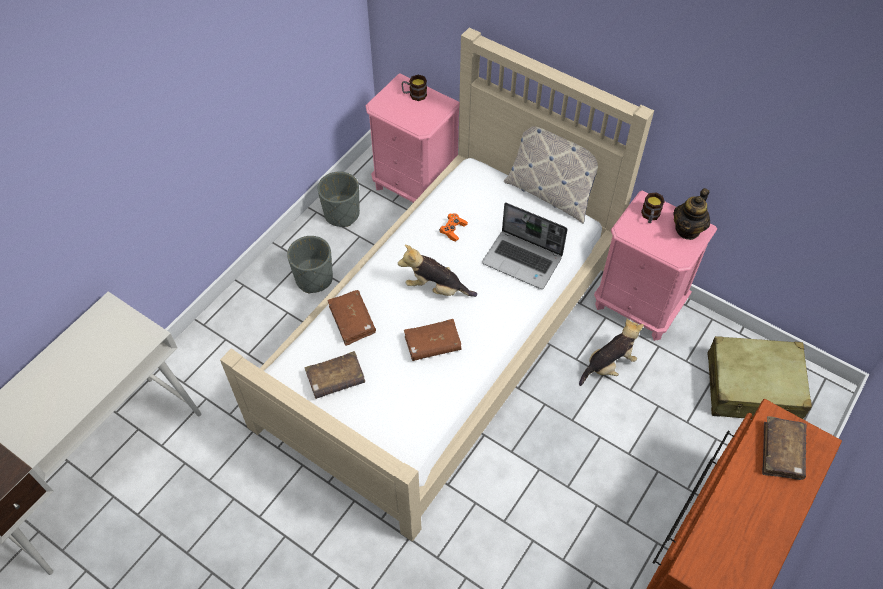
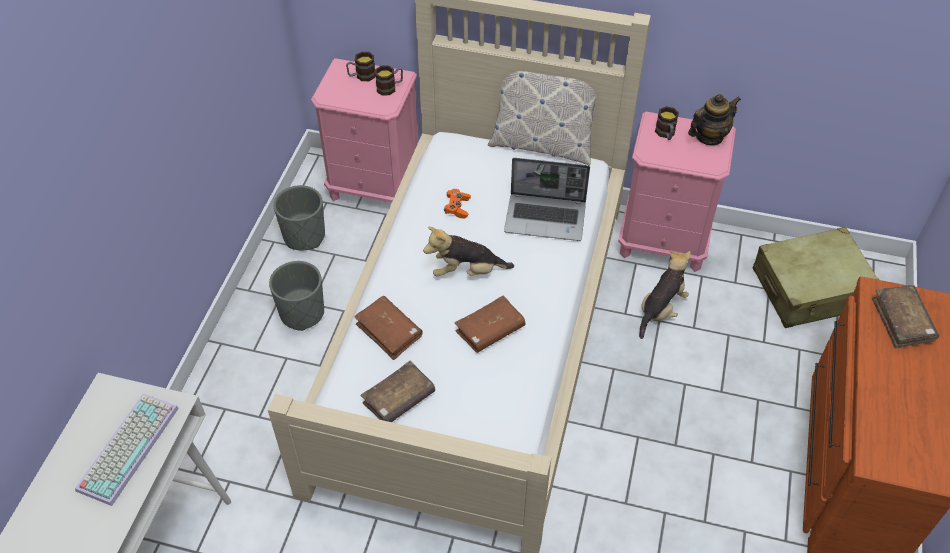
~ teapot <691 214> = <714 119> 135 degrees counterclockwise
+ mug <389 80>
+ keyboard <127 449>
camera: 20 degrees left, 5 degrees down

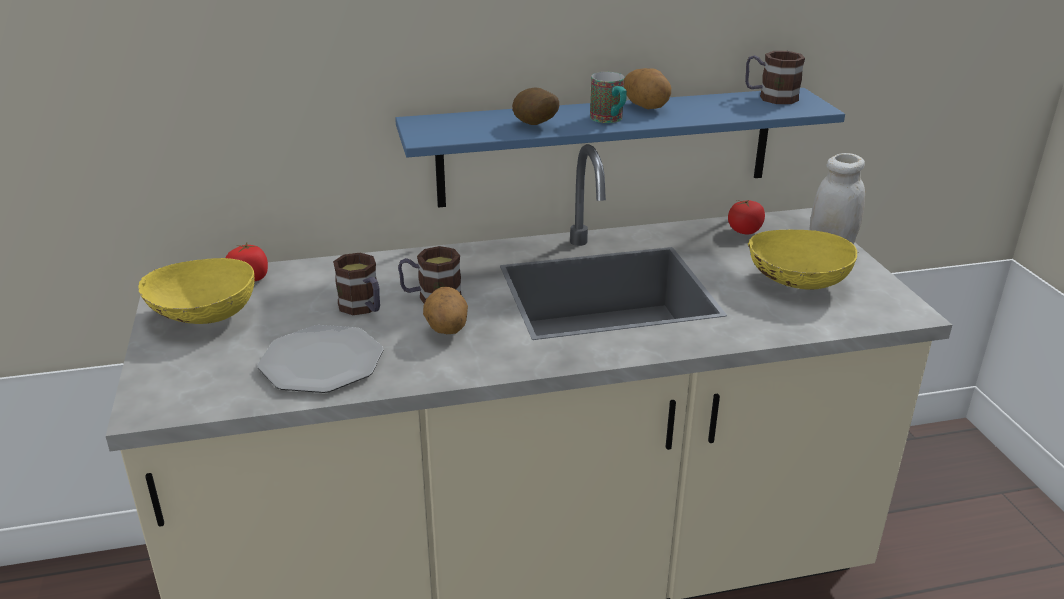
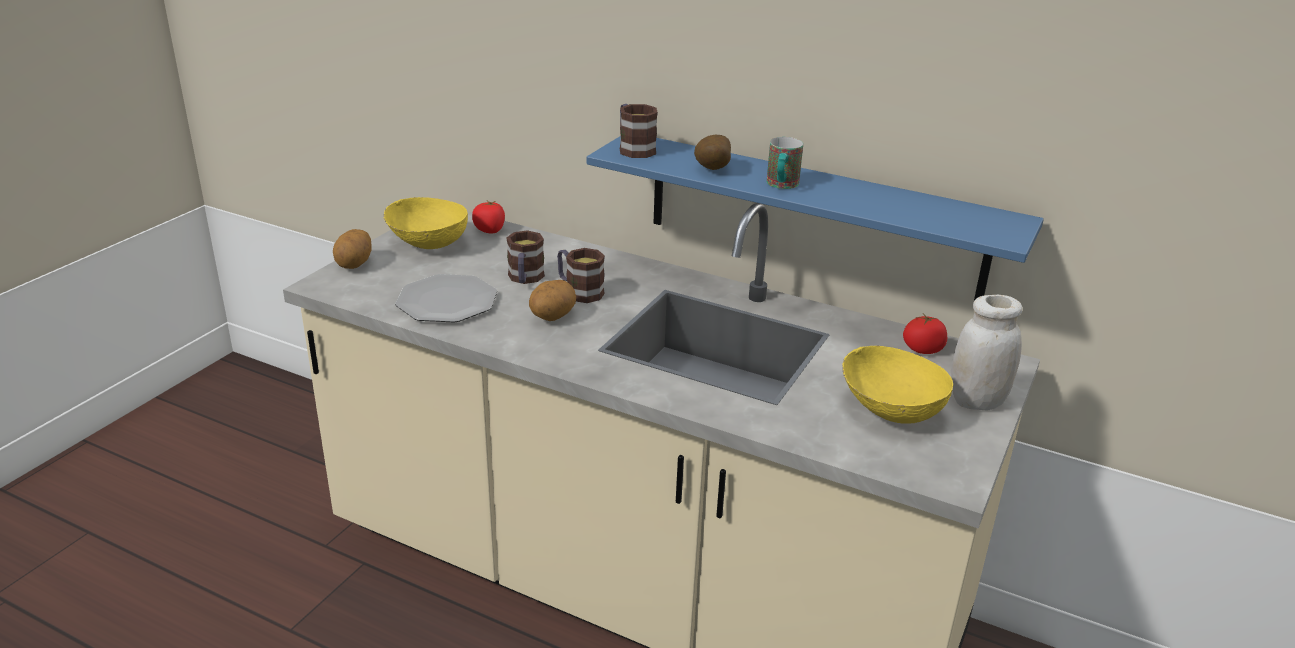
~ mug <775 77> to <639 131>
~ potato <647 88> to <352 249>
camera: 40 degrees right, 0 degrees up

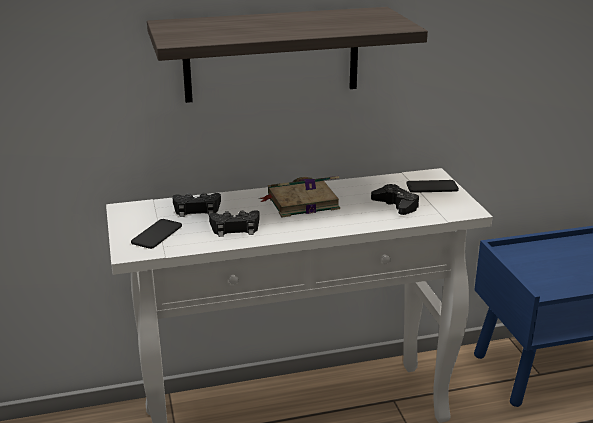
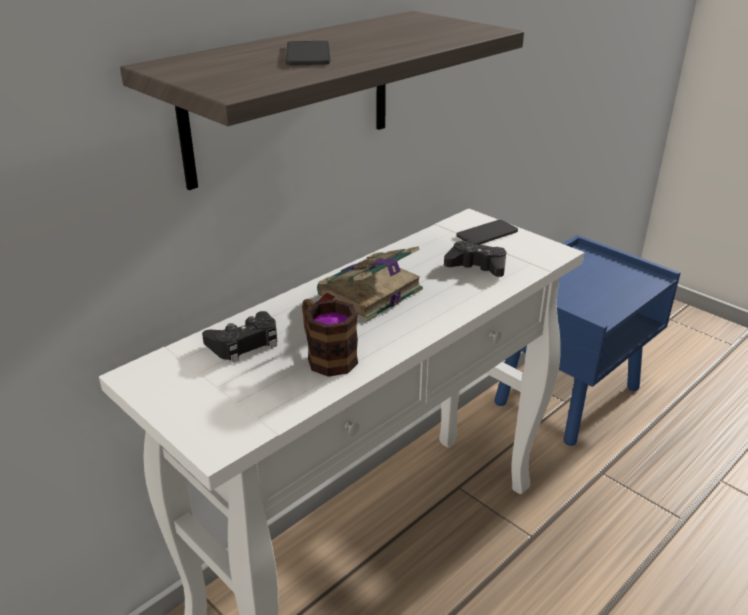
~ game controller (black) <234 223> to mug <330 338>
~ phone <156 234> to <308 53>
camera: 30 degrees left, 5 degrees up

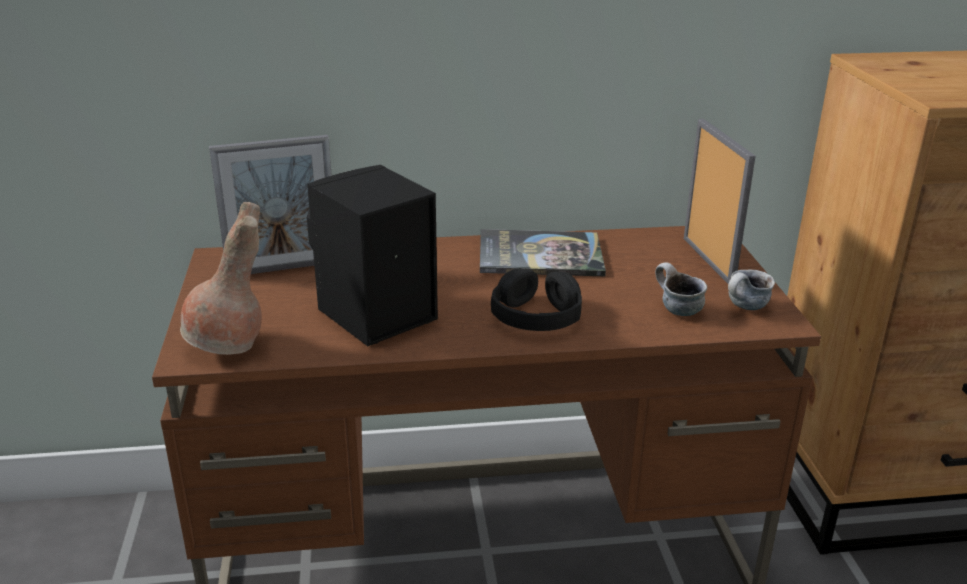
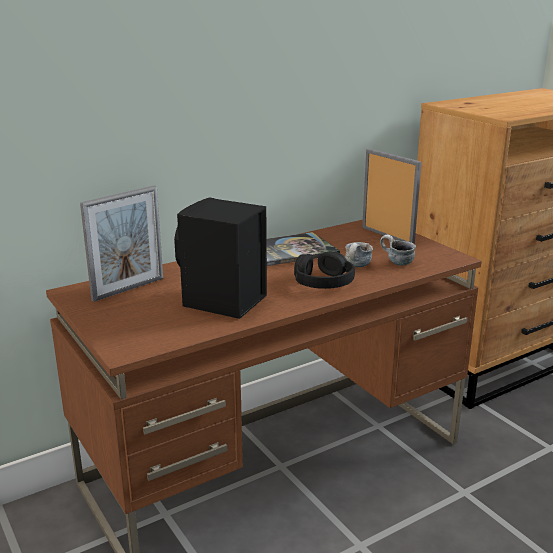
- vase (brown) <221 278>
~ mug <751 289> to <359 254>
camera: 25 degrees left, 5 degrees down

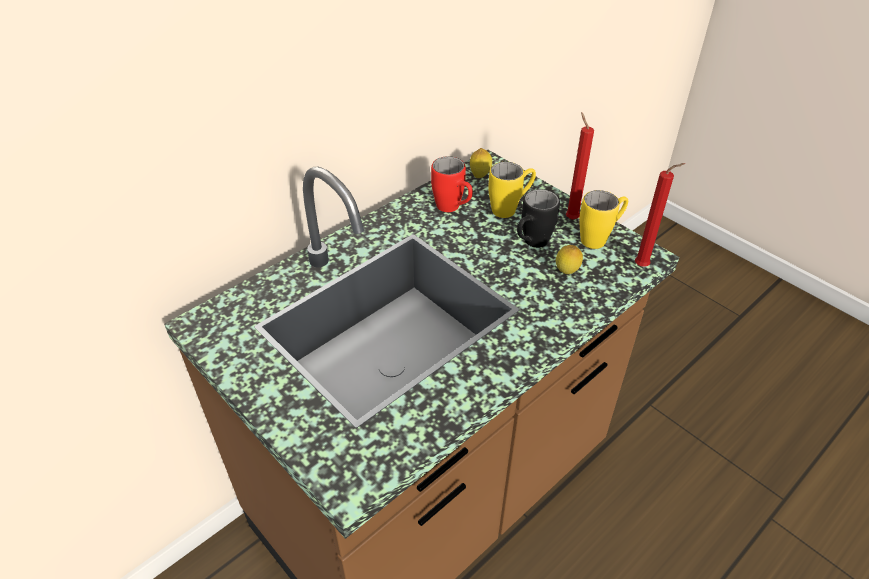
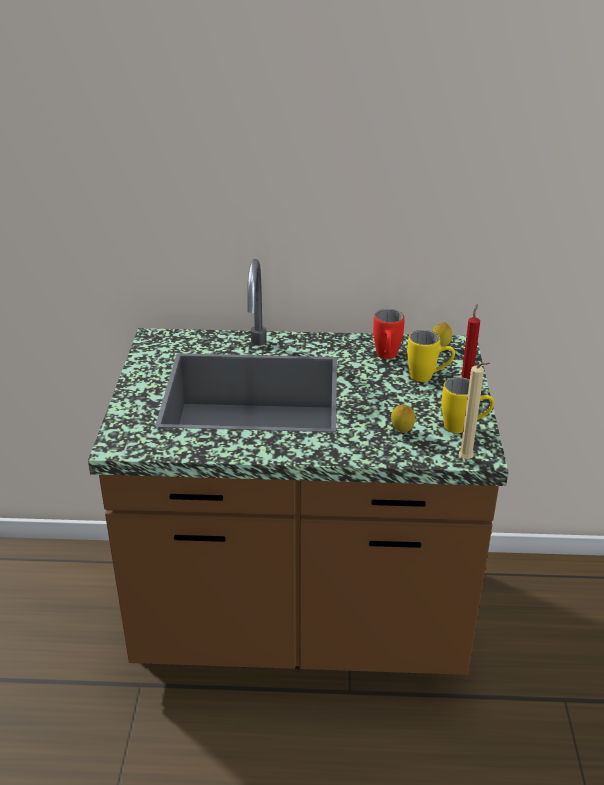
~ candle (red) <660 215> to candle (beige) <474 411>
- mug (black) <538 218>
camera: 45 degrees right, 10 degrees down

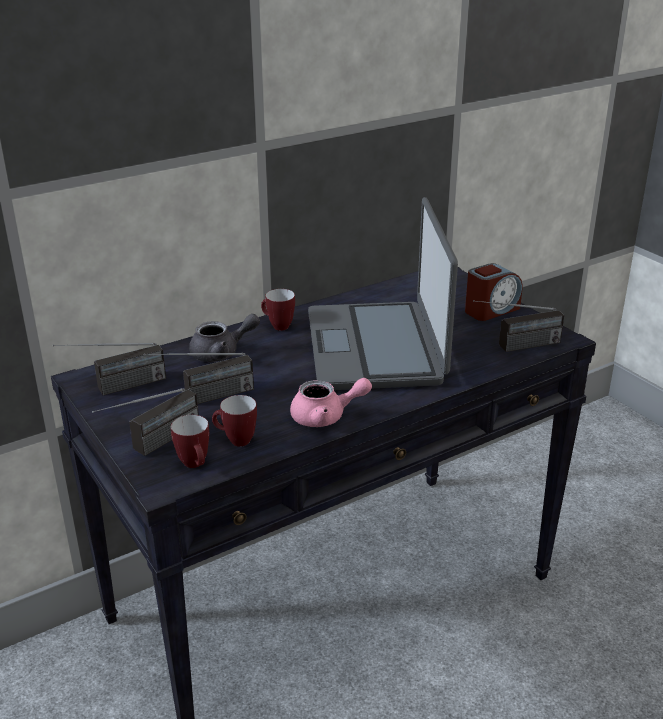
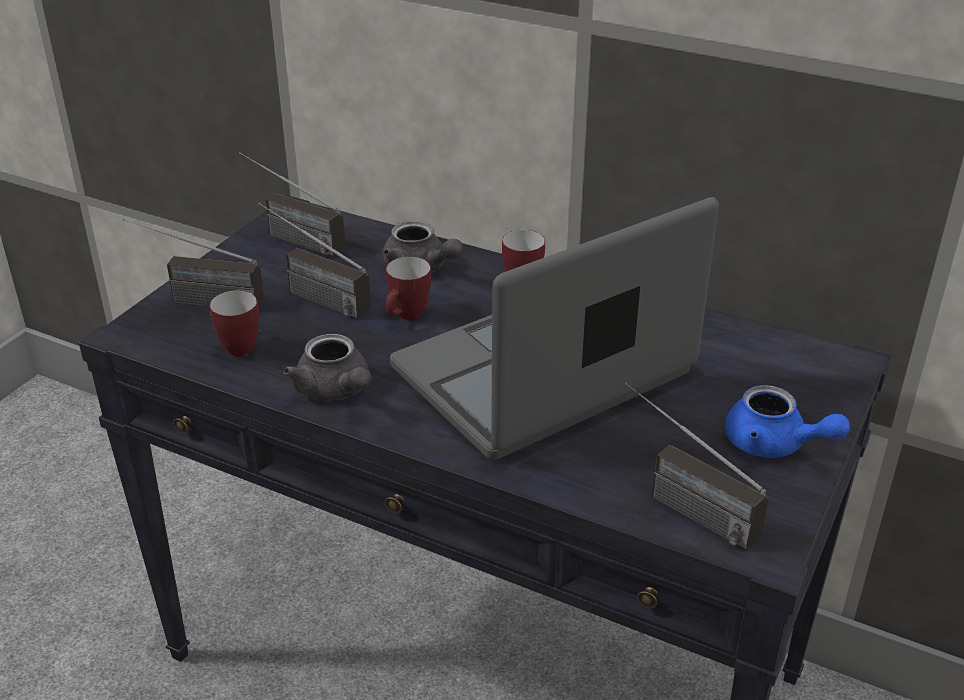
~ alarm clock <493 292> to teapot (blue) <787 421>
~ teapot (pink) <331 402> to teapot (grey) <328 367>
~ mug <190 441> to <408 288>
camera: 60 degrees right, 5 degrees up

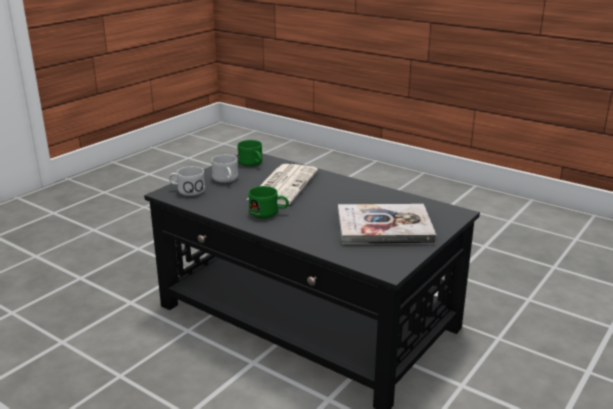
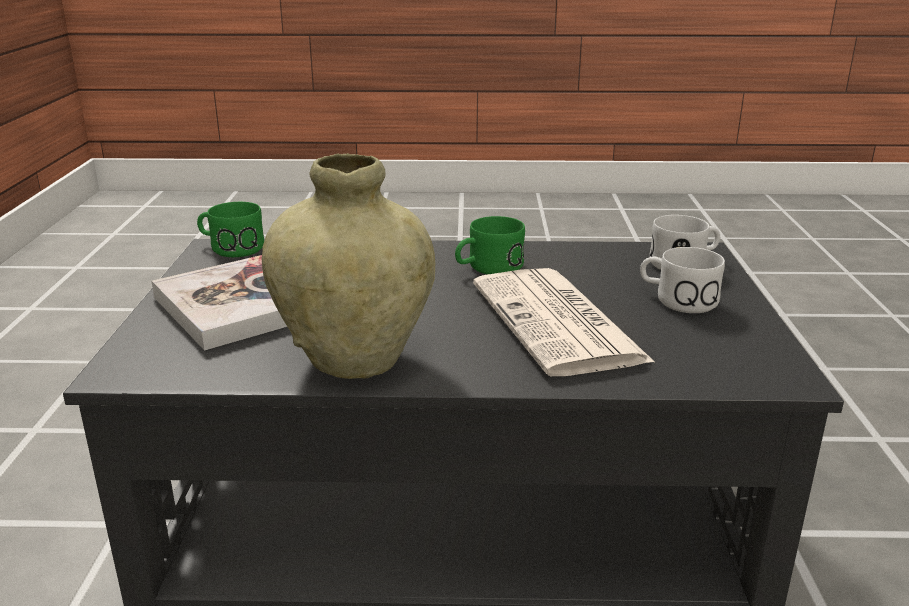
~ mug (green) <249 153> to <230 229>
+ vase (beige) <348 266>
camera: 145 degrees right, 0 degrees up

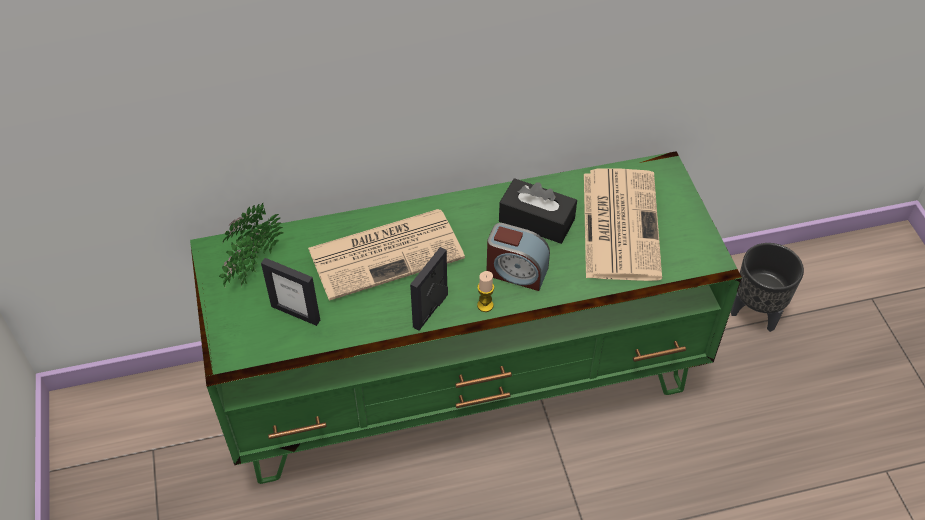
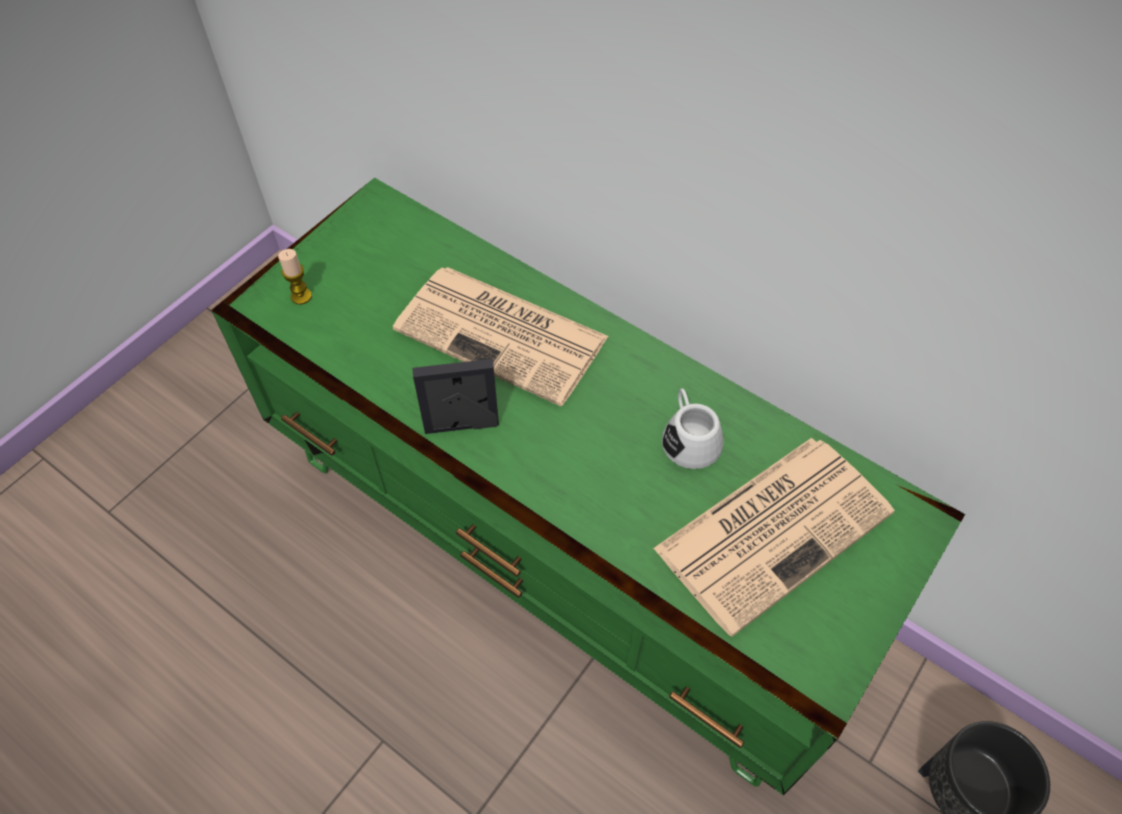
~ tissue box (black) <538 211> to mug (white) <692 428>
- potted plant <251 245>
- alarm clock <518 257>
- picture frame <290 292>
~ candle <485 291> to <295 277>
camera: 50 degrees right, 5 degrees up

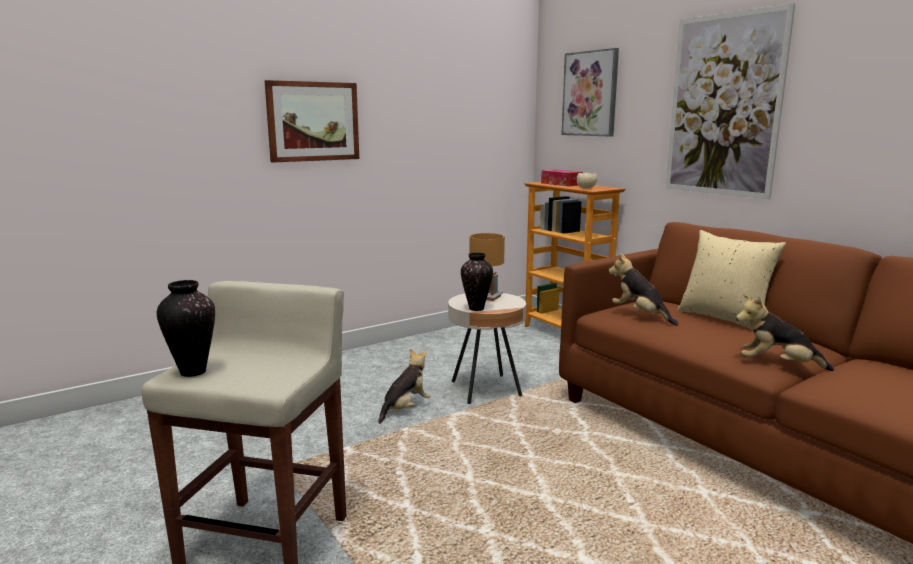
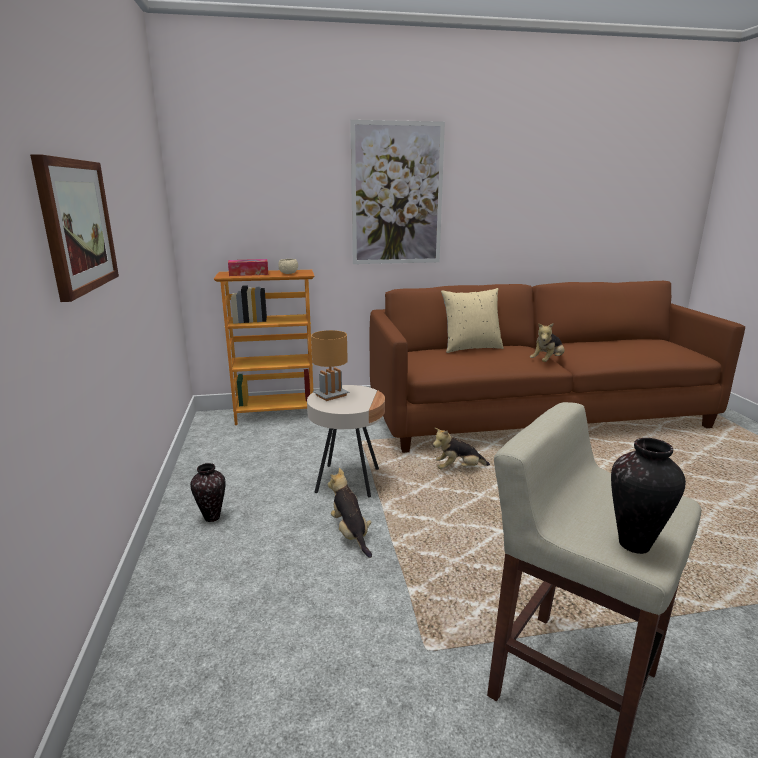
- picture <590 92>
~ vase <477 281> to <208 492>
~ plush toy <644 289> to <461 448>
camera: 65 degrees left, 5 degrees up

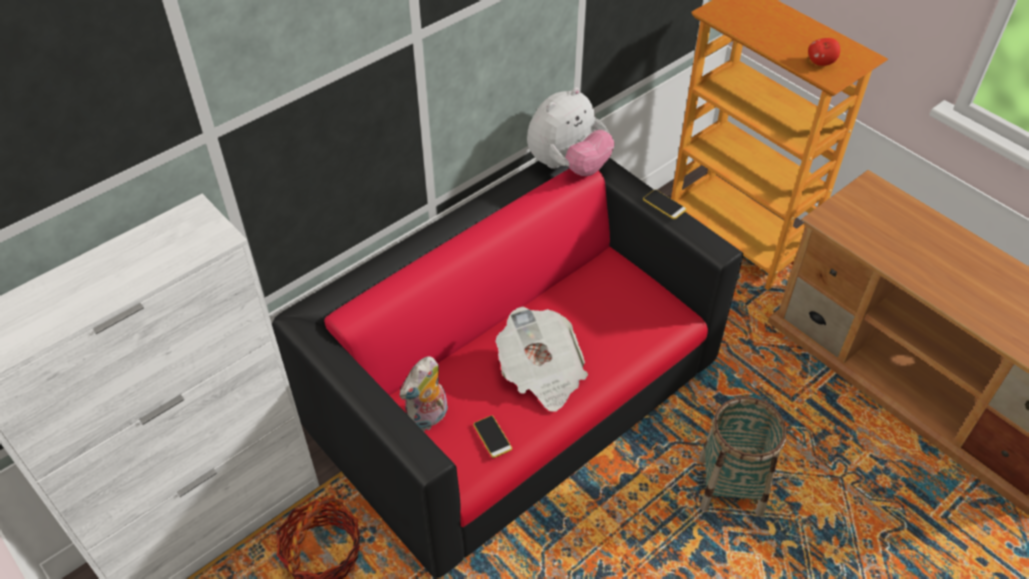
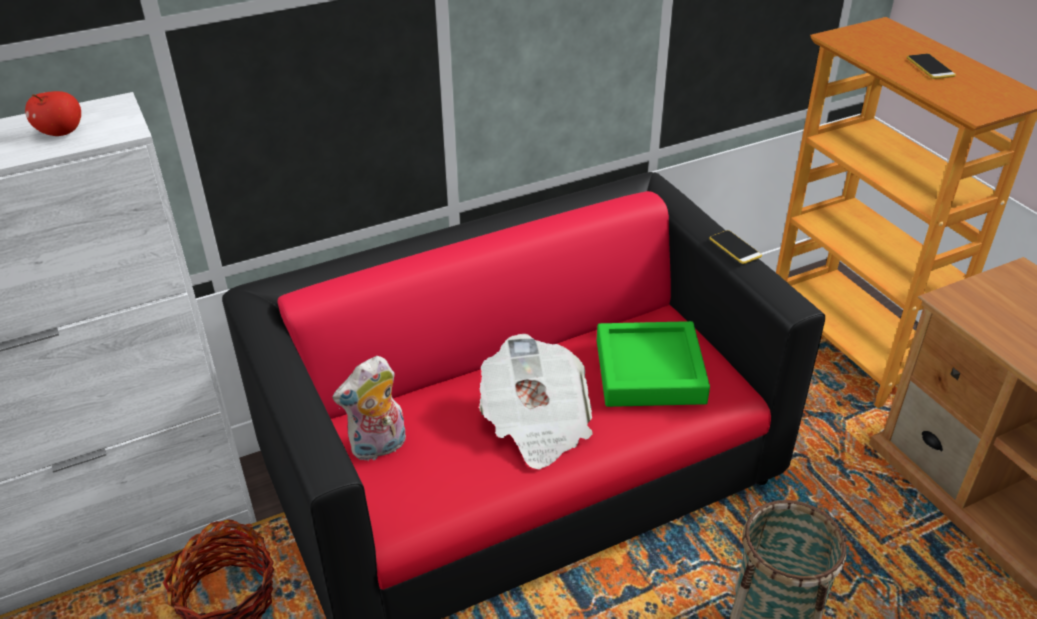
~ apple <824 52> to <53 113>
- plush toy <571 131>
~ phone <492 437> to <931 66>
+ tray (green) <653 364>
camera: 15 degrees right, 10 degrees down

